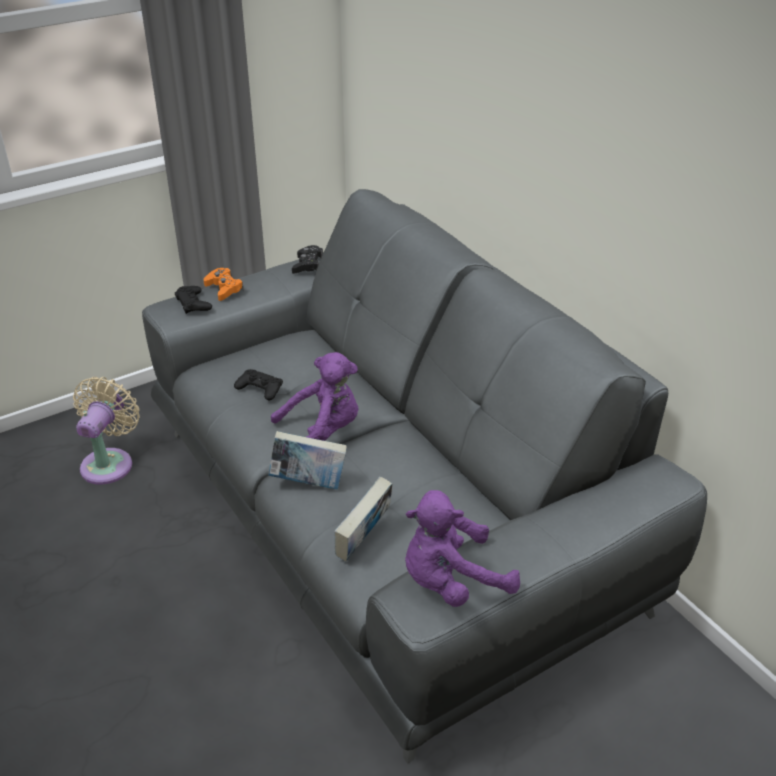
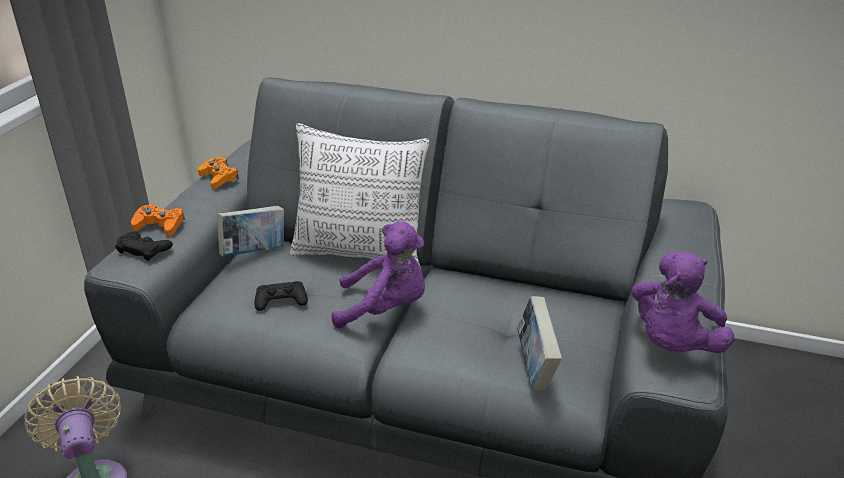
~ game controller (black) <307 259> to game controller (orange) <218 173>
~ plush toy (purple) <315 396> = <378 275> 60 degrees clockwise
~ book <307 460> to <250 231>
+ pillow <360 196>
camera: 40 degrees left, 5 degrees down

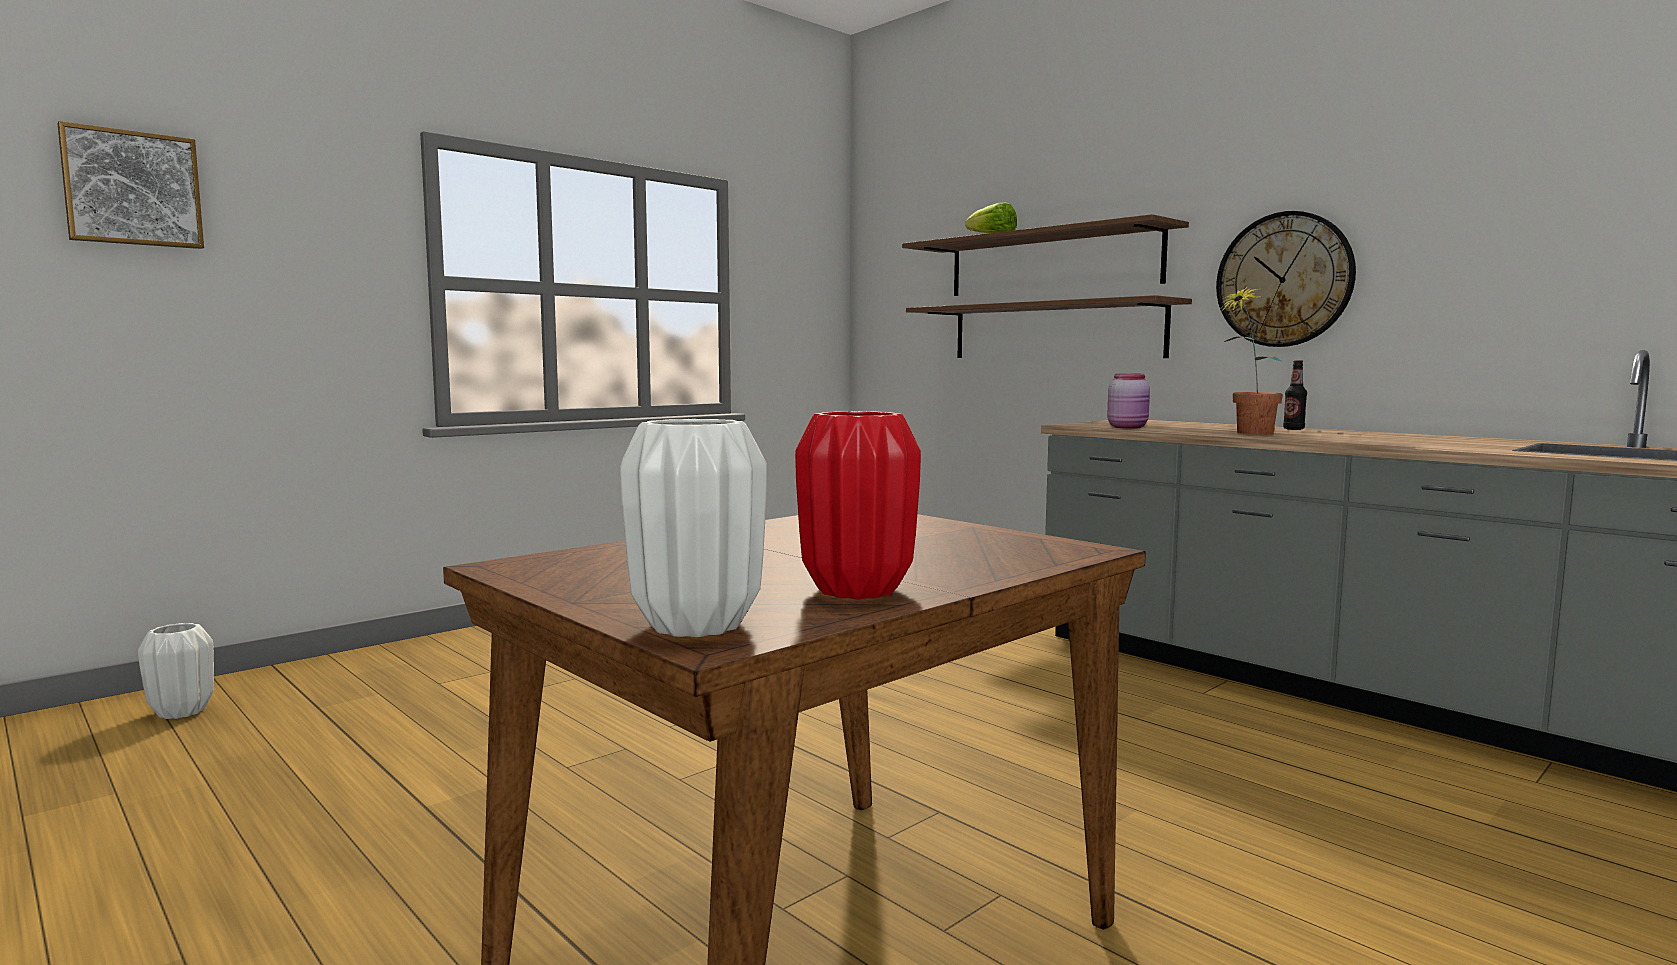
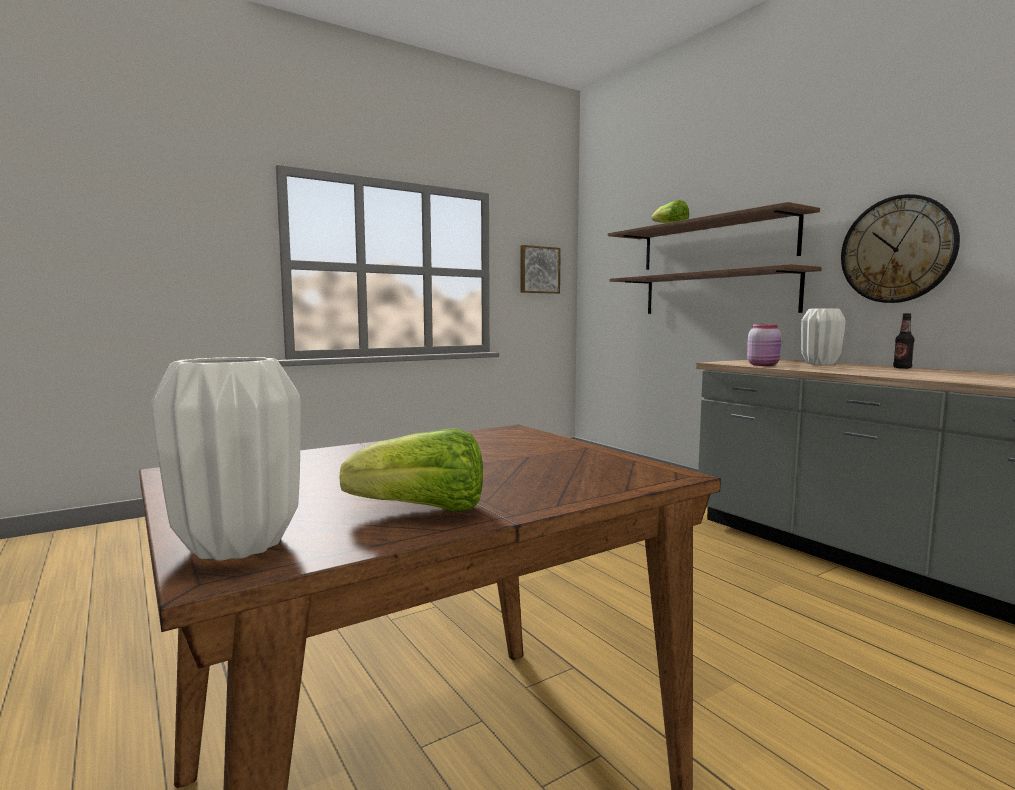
~ picture <131 185> to <540 269>
- potted plant <1252 360>
~ vase (red) <858 505> to lettuce <411 470>
~ vase (white) <176 671> to <823 336>
camera: 10 degrees right, 0 degrees up

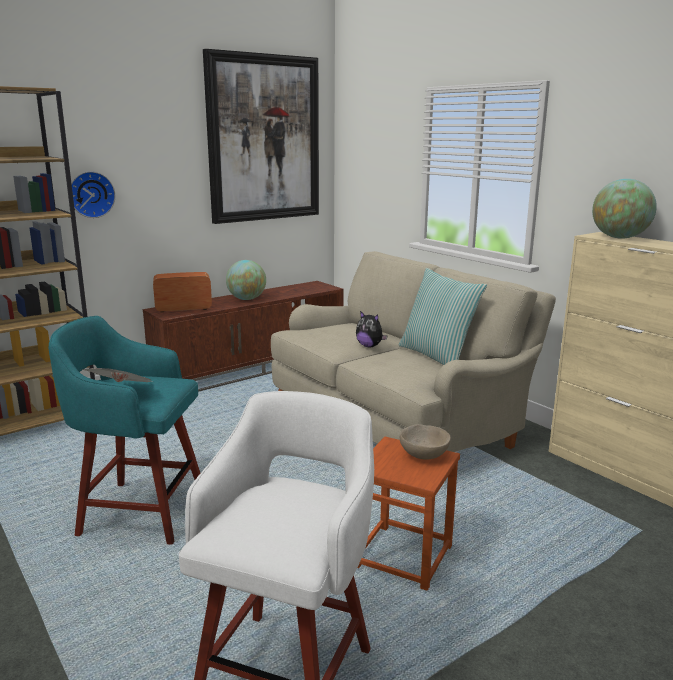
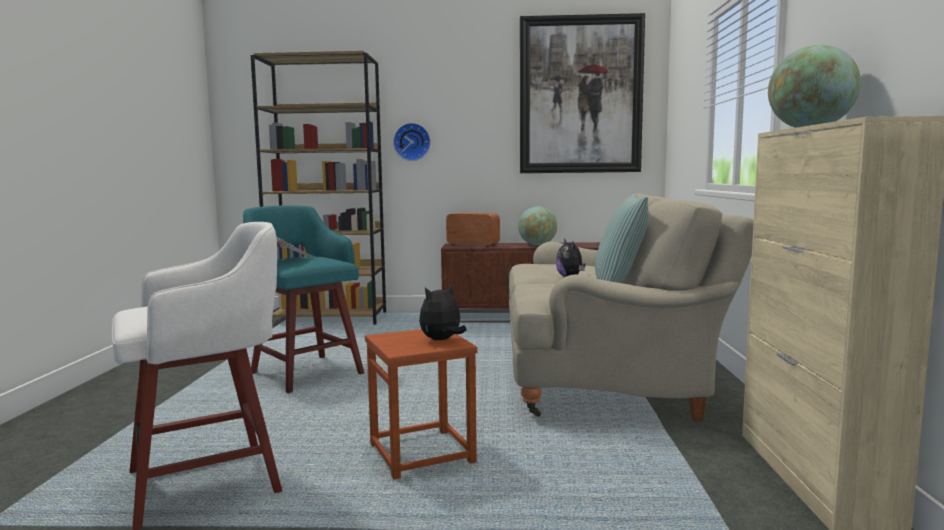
~ bowl (beige) <425 441> to plush toy <443 312>
camera: 40 degrees right, 10 degrees down

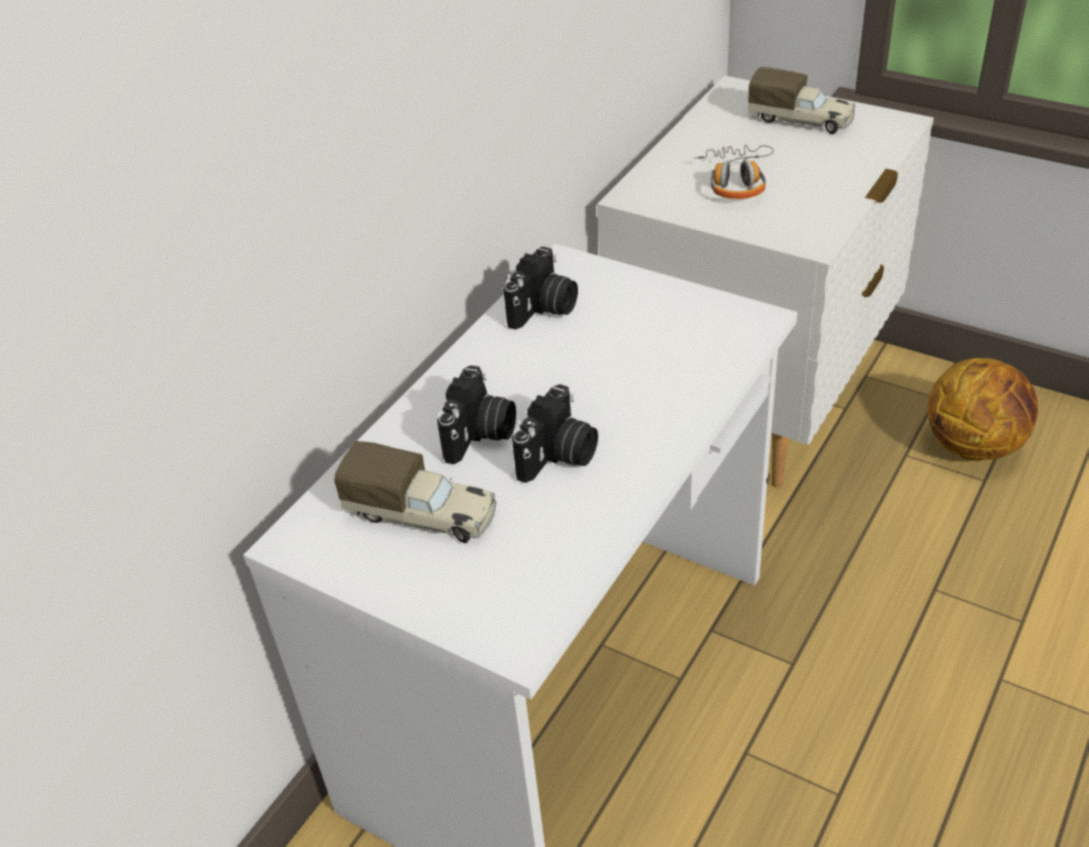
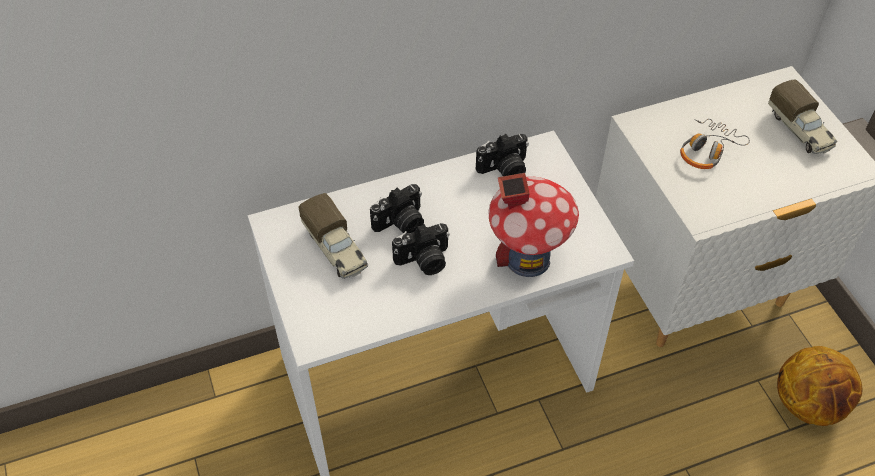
+ toy house <533 225>
camera: 35 degrees right, 10 degrees up

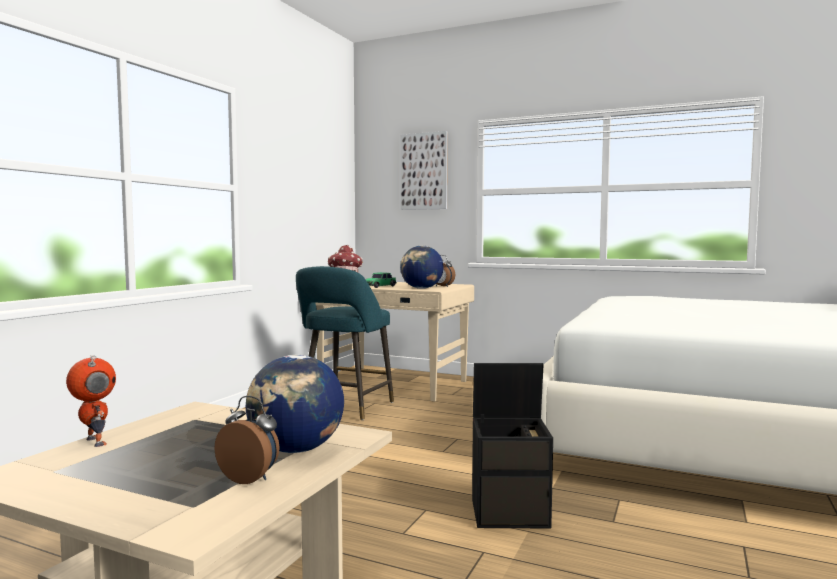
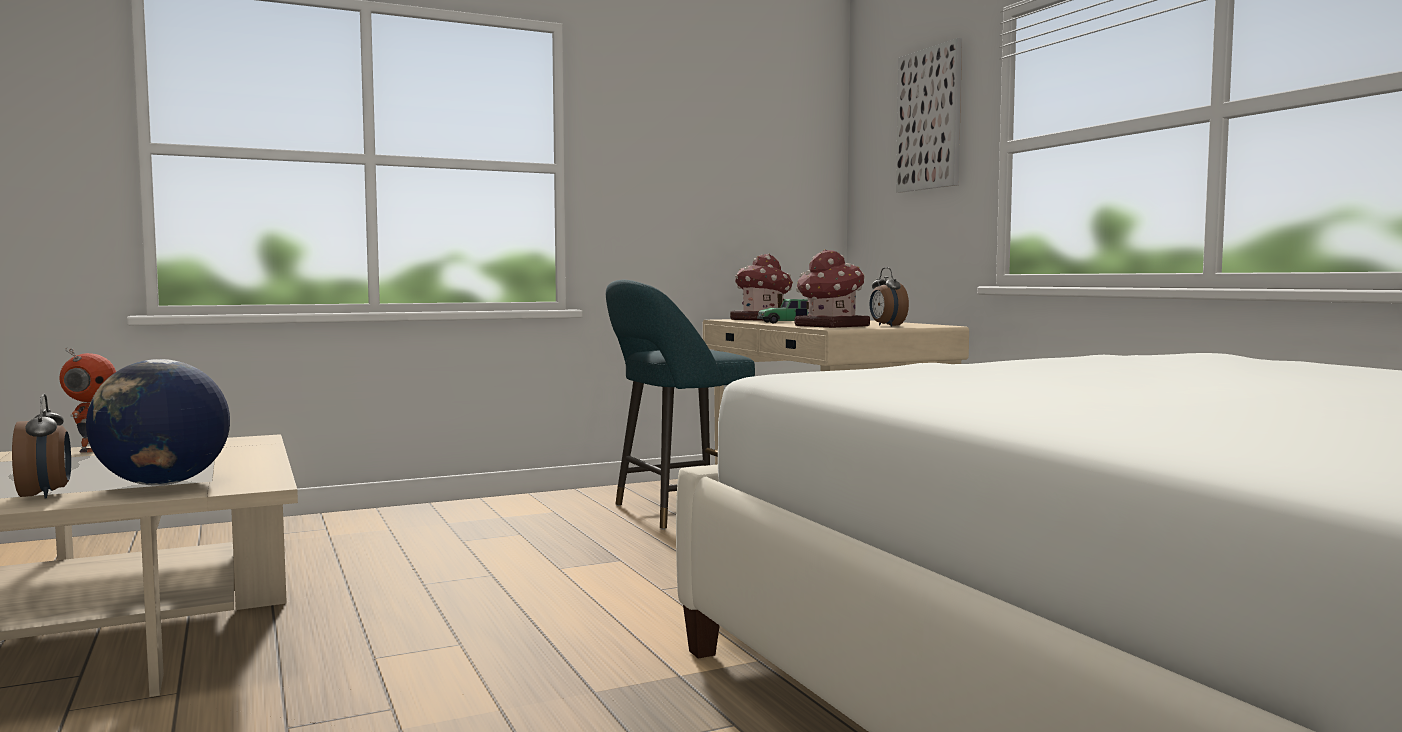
~ globe <422 267> to toy house <832 288>
- storage box (black) <512 445>
camera: 40 degrees right, 0 degrees up

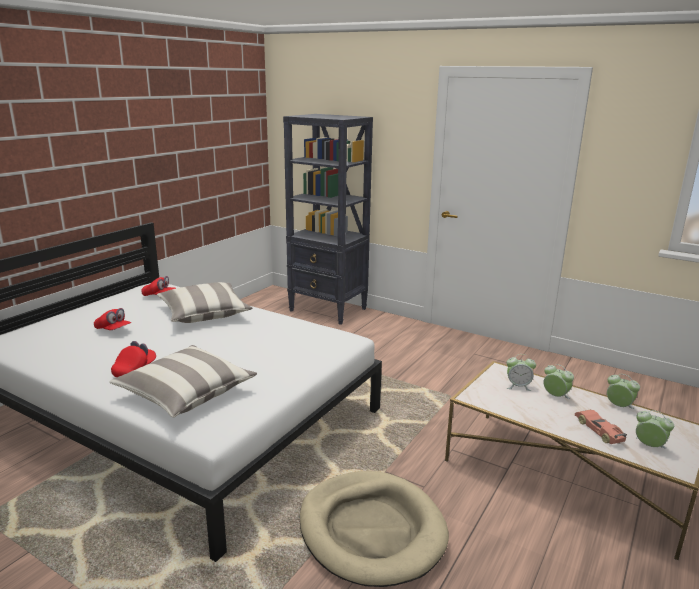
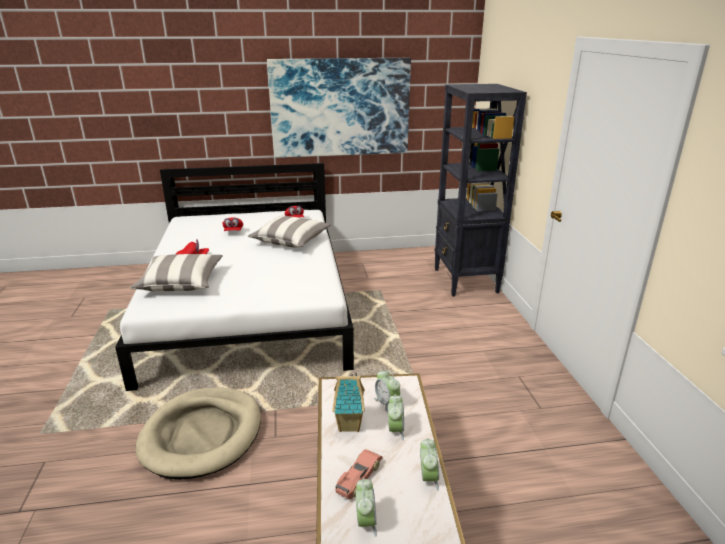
+ picture <339 107>
+ toy house <349 402>
camera: 50 degrees right, 5 degrees up

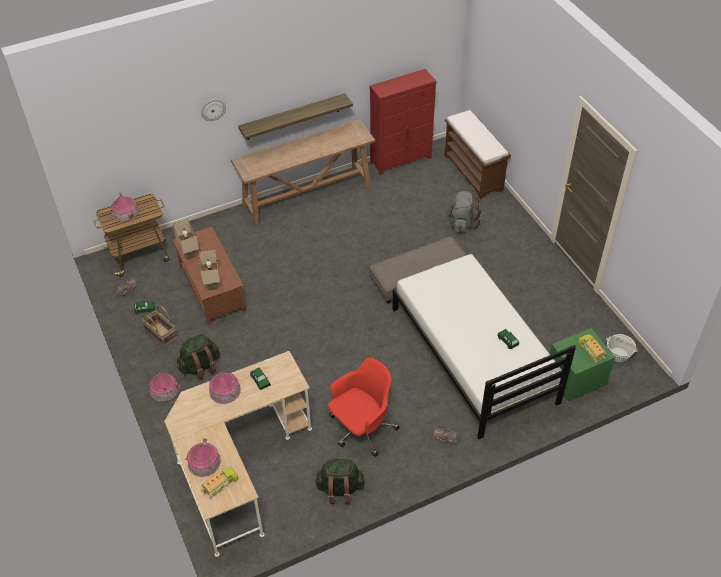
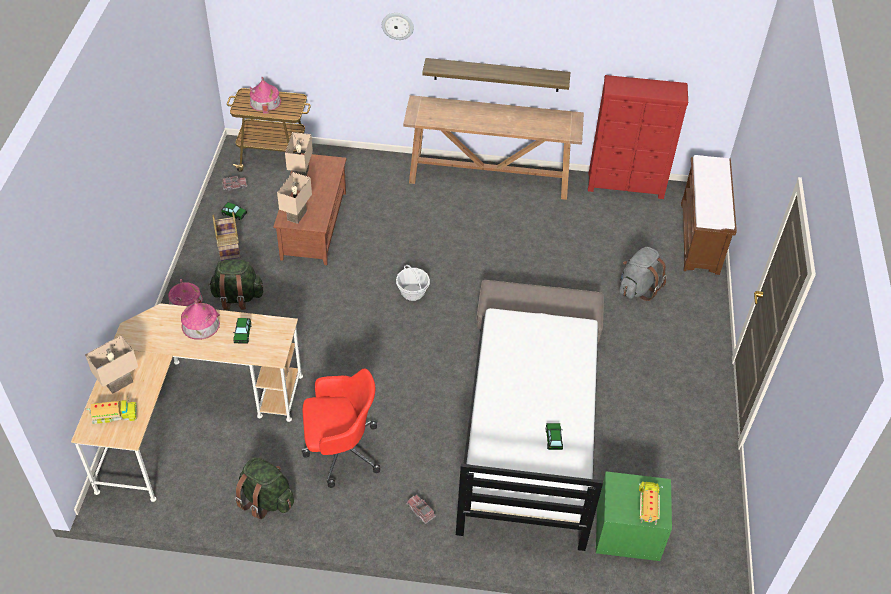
~ basket <622 348> to <413 283>
~ toy house <203 457> to table lamp (beige) <111 364>
camera: 30 degrees right, 0 degrees up

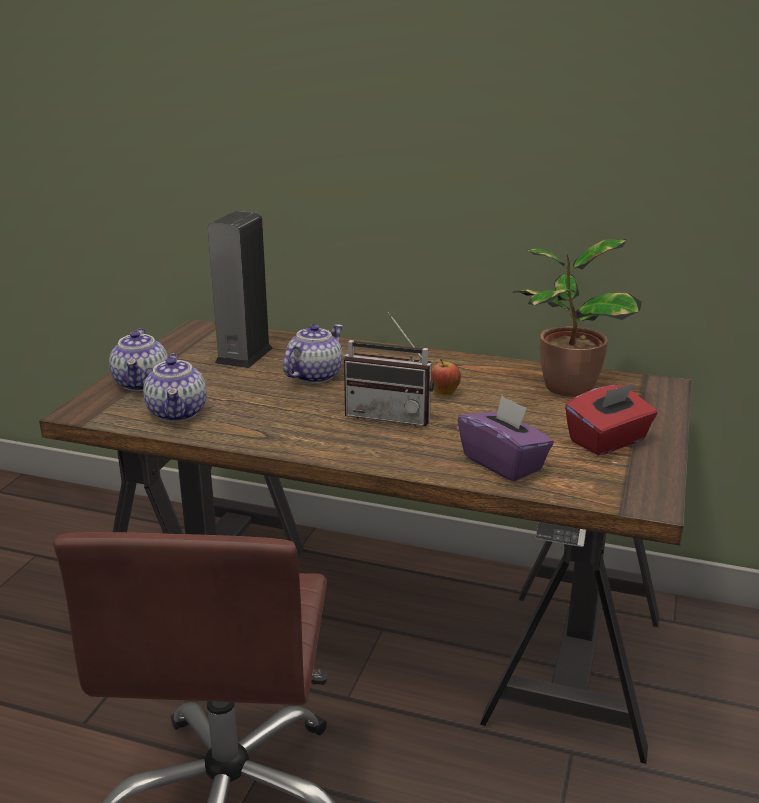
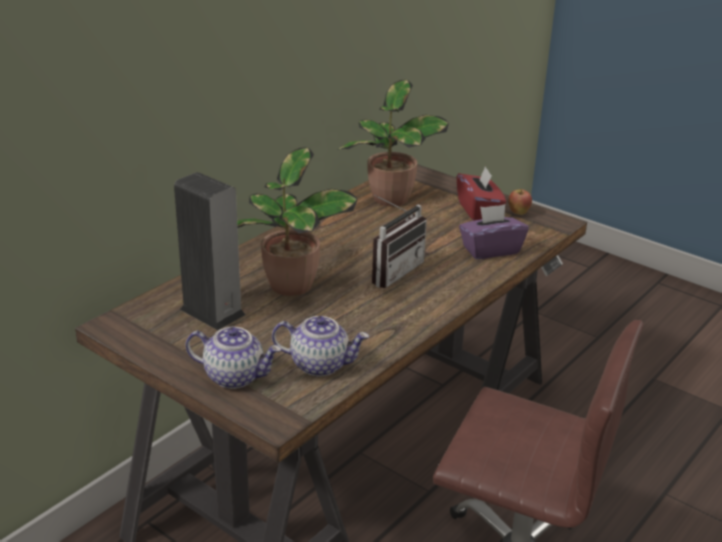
~ teapot <313 353> to potted plant <297 221>
~ apple <446 377> to <520 202>
camera: 70 degrees left, 5 degrees up

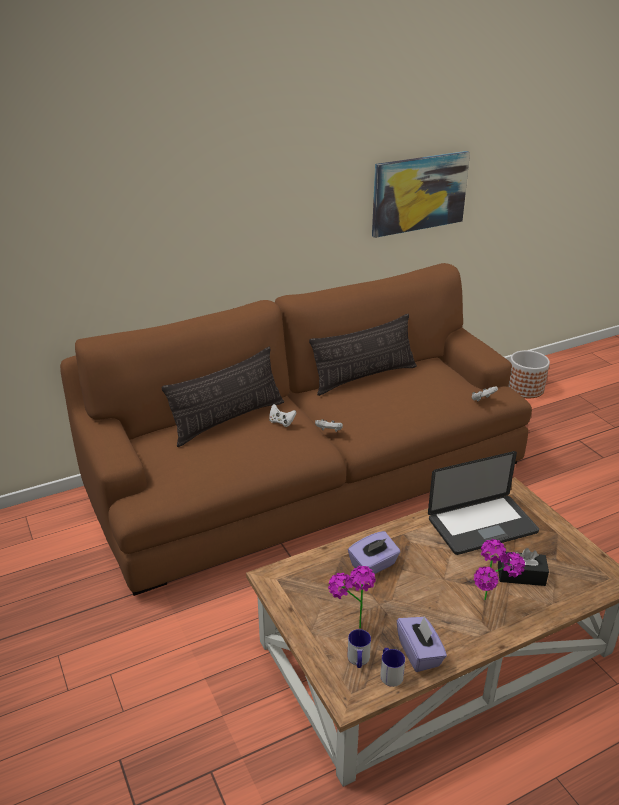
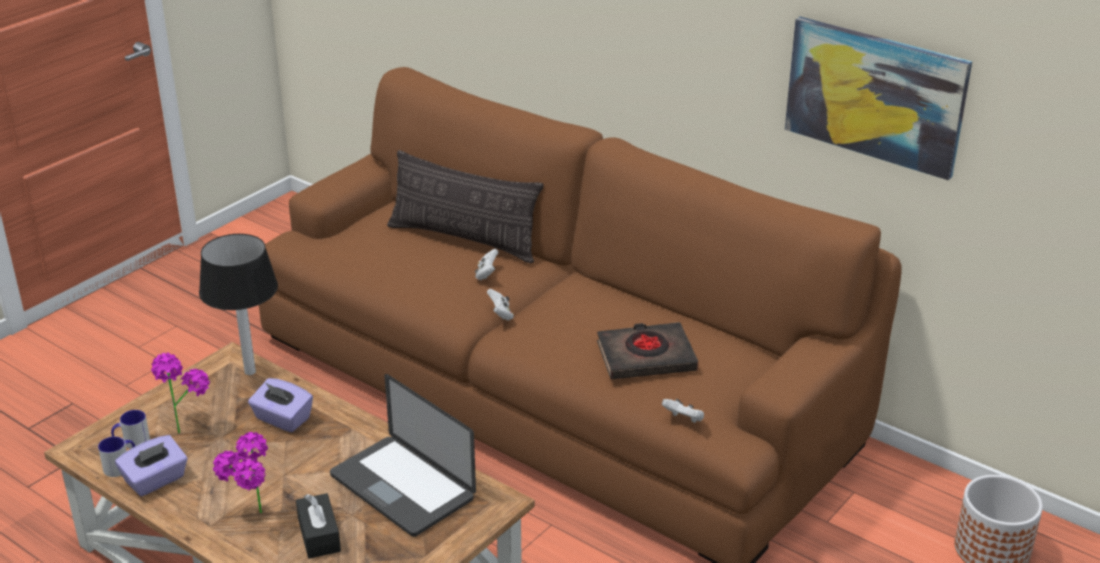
- pillow <363 355>
+ table lamp <238 304>
+ book (black) <647 351>
camera: 65 degrees right, 0 degrees up

